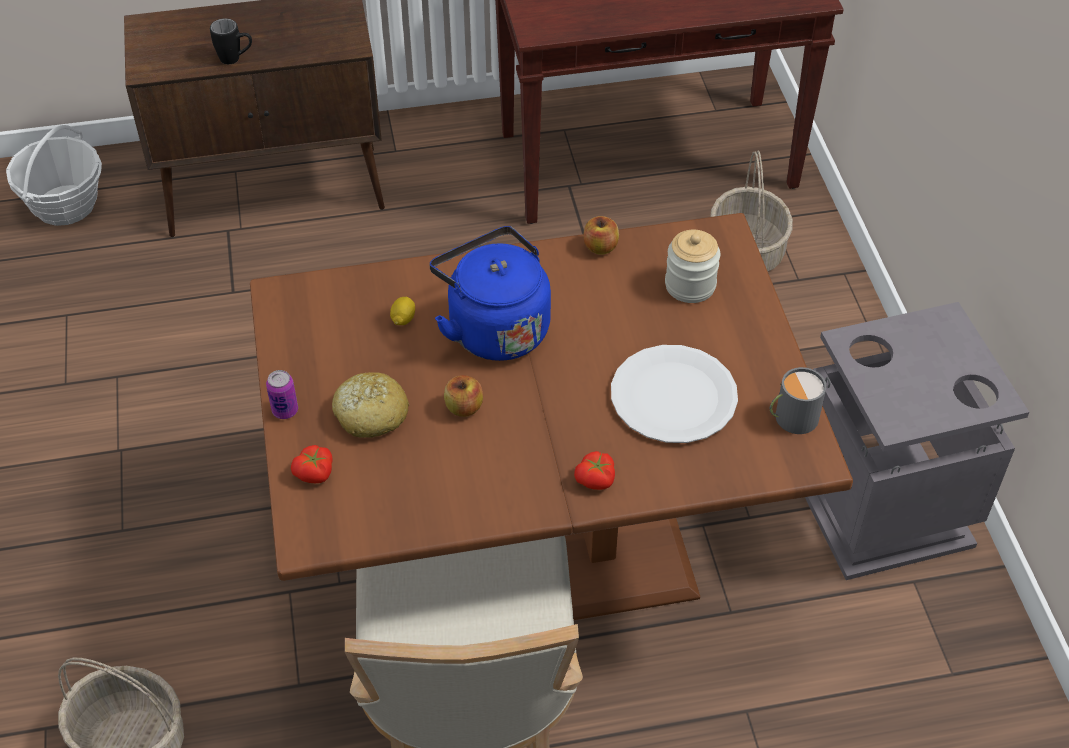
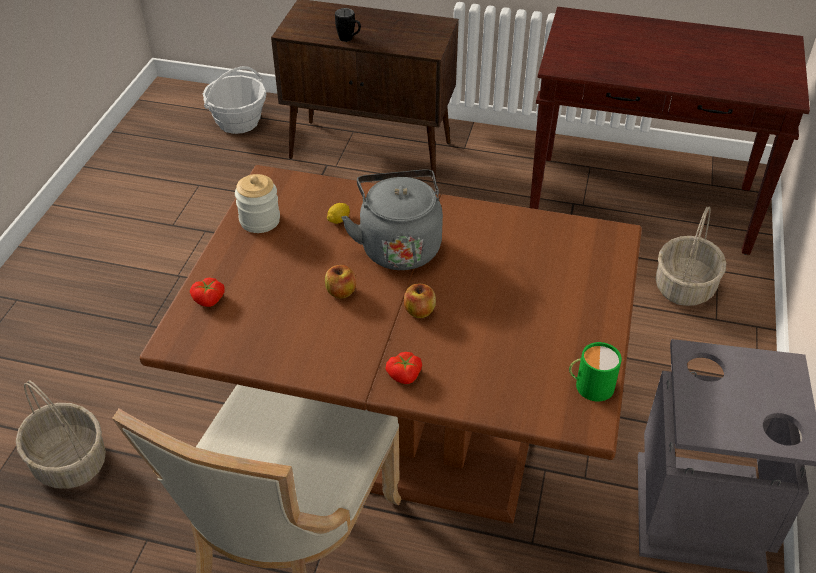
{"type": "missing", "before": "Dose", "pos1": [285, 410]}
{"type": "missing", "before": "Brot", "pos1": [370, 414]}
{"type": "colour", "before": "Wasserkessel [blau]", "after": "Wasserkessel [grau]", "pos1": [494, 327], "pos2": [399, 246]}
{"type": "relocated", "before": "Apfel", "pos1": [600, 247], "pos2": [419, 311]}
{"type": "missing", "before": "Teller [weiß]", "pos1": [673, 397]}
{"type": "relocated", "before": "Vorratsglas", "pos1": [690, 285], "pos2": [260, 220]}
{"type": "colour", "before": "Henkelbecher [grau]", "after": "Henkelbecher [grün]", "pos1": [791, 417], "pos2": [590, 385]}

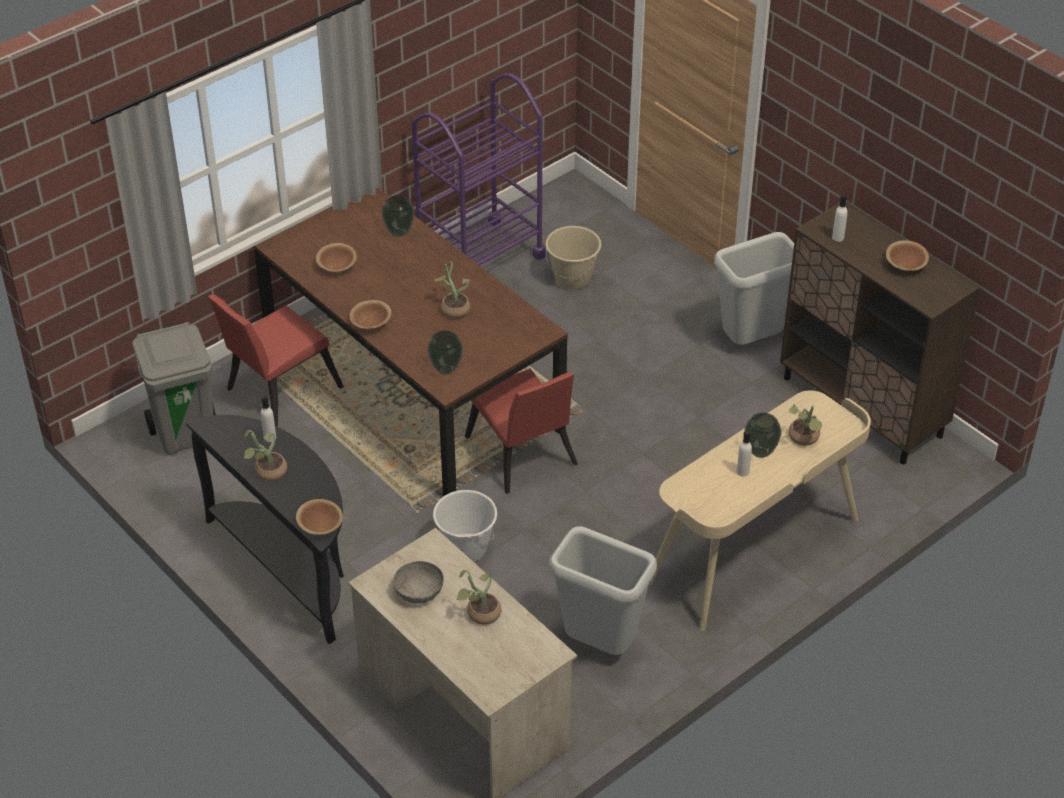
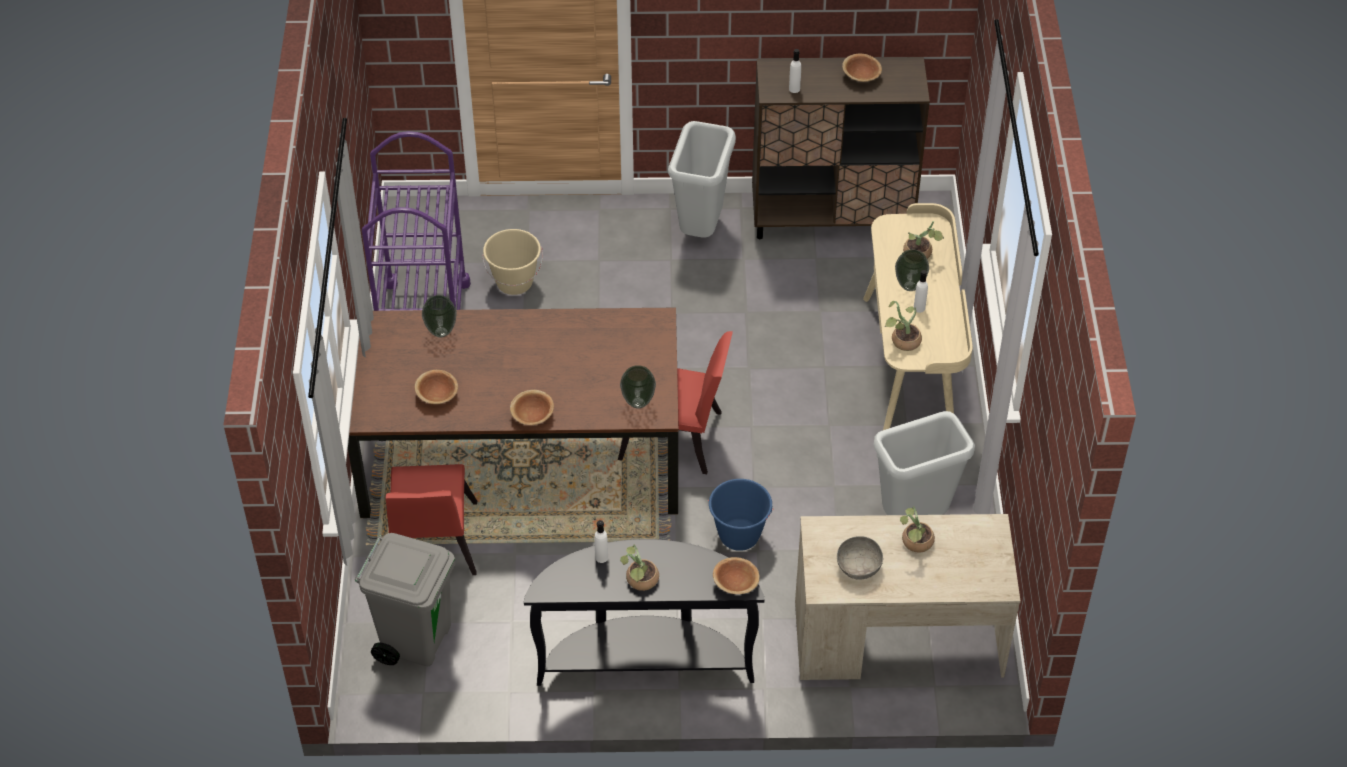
{"type": "colour", "before": "Eimer [weiß]", "after": "Eimer [blau]", "pos1": [466, 549], "pos2": [739, 535]}
{"type": "relocated", "before": "Topfpflanze", "pos1": [453, 308], "pos2": [902, 341]}

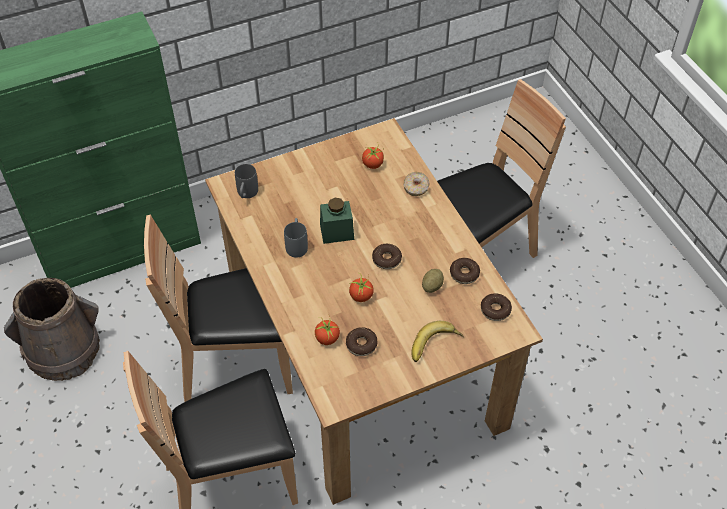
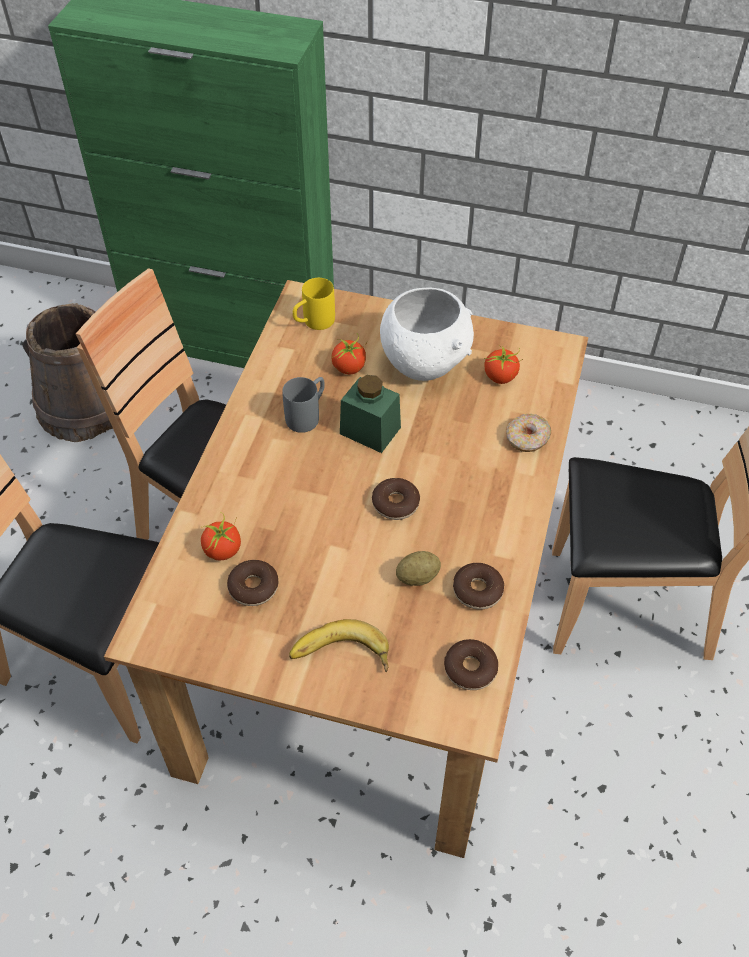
{"type": "colour", "before": "Henkelbecher [grau]", "after": "Henkelbecher [gelb]", "pos1": [246, 194], "pos2": [313, 323]}
{"type": "relocated", "before": "Tomate", "pos1": [361, 296], "pos2": [349, 367]}
{"type": "appeared", "after": "Schüssel [weiß]", "pos2": [424, 363]}

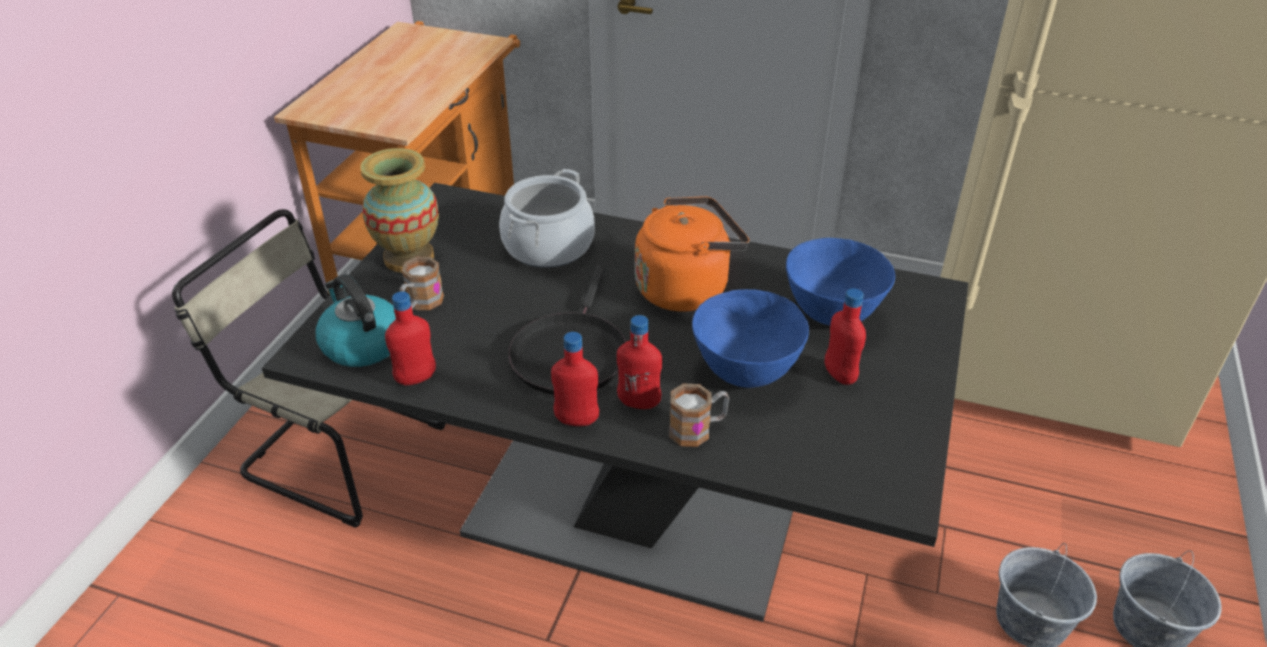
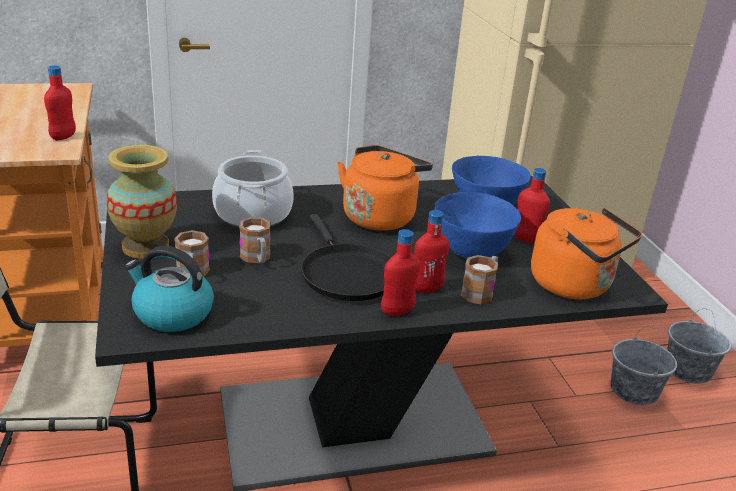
{"type": "relocated", "before": "Flasche [rot]", "pos1": [416, 378], "pos2": [63, 137]}
{"type": "appeared", "after": "Henkelbecher", "pos2": [257, 258]}
{"type": "appeared", "after": "Wasserkessel [orange]", "pos2": [575, 286]}

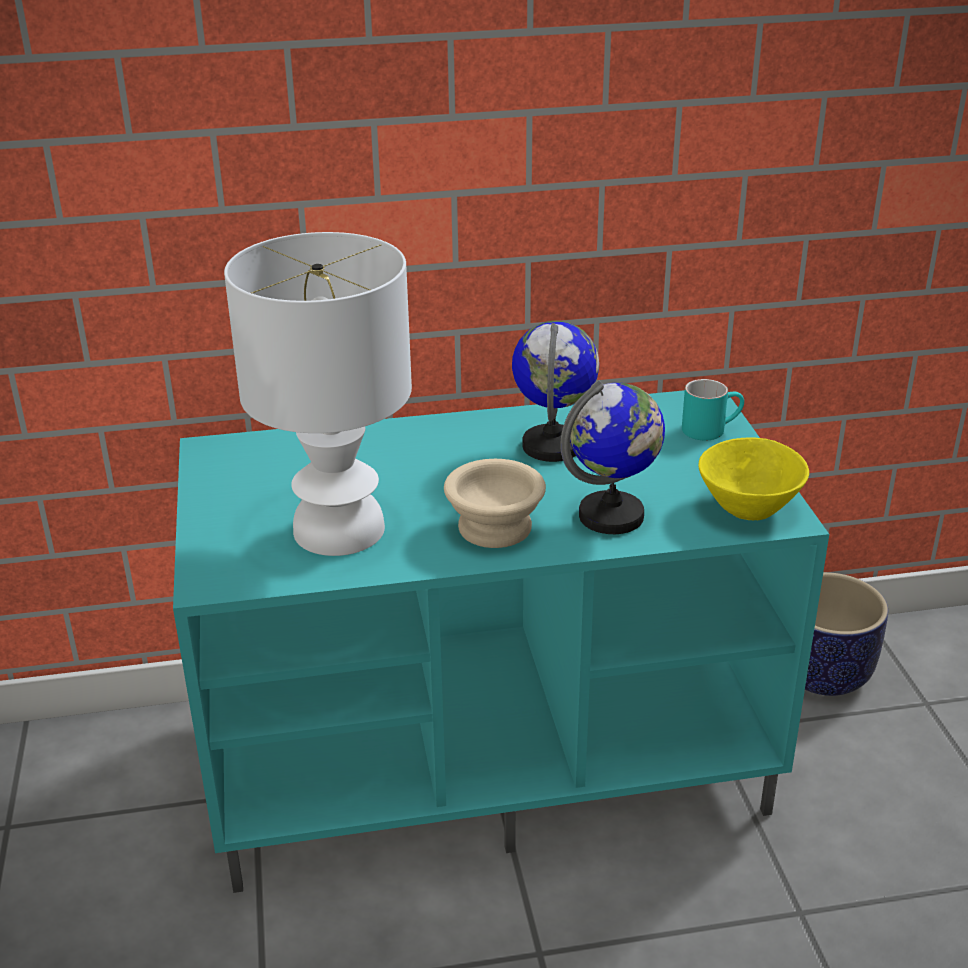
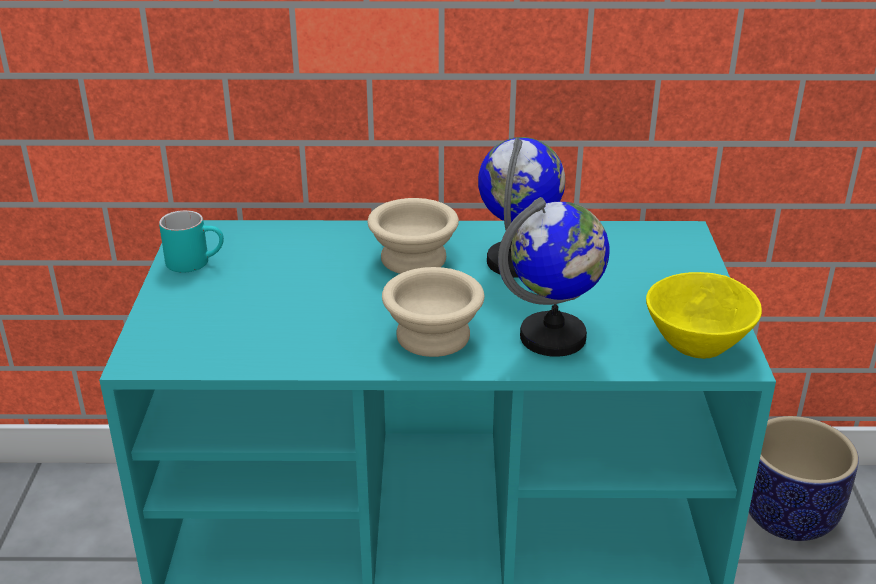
{"type": "missing", "before": "Tischlampe [weiß]", "pos1": [337, 531]}
{"type": "relocated", "before": "Henkelbecher [türkis]", "pos1": [710, 429], "pos2": [196, 261]}
{"type": "appeared", "after": "Schüssel [beige]", "pos2": [416, 259]}

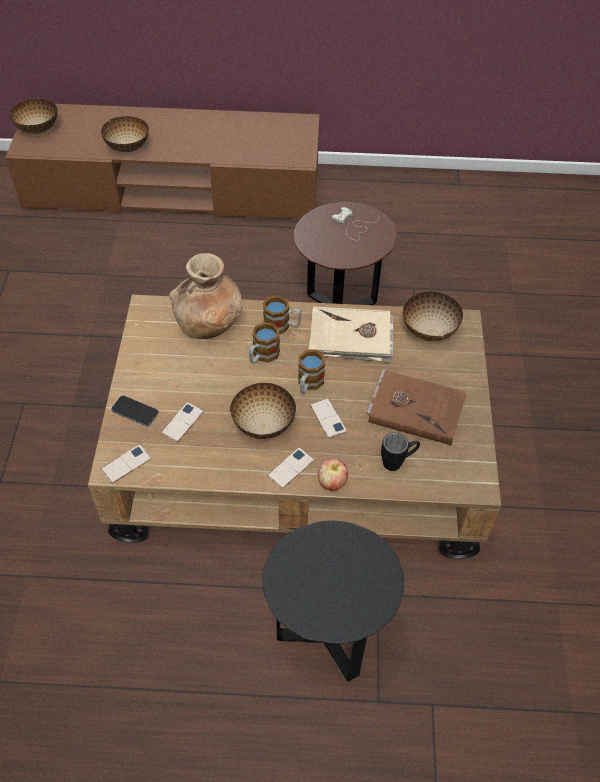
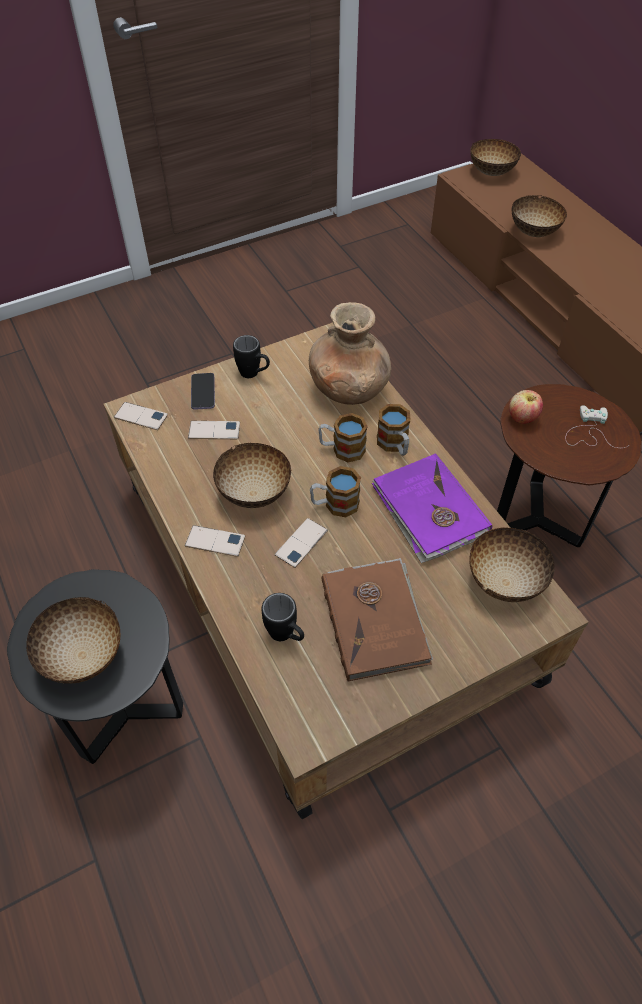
{"type": "colour", "before": "Buch [beige]", "after": "Buch [lila]", "pos1": [351, 337], "pos2": [429, 511]}
{"type": "relocated", "before": "Apfel", "pos1": [332, 482], "pos2": [522, 418]}
{"type": "appeared", "after": "Schüssel", "pos2": [83, 657]}
{"type": "appeared", "after": "Henkelbecher [schwarz]", "pos2": [254, 374]}

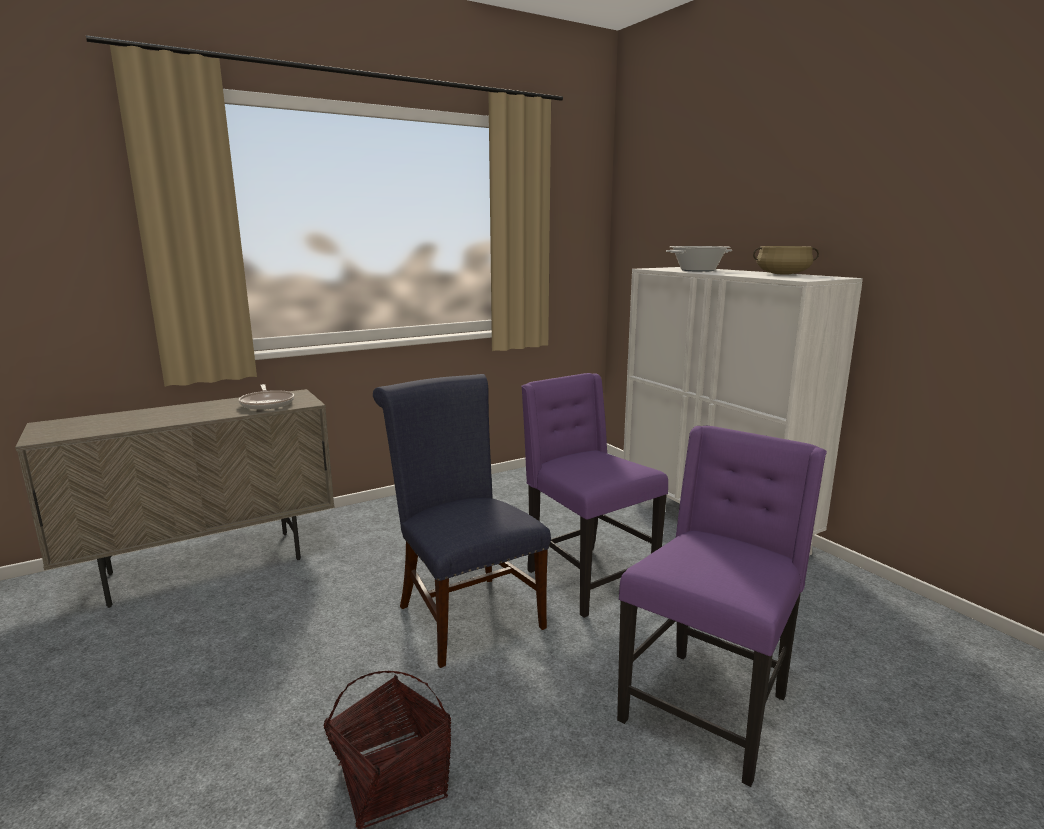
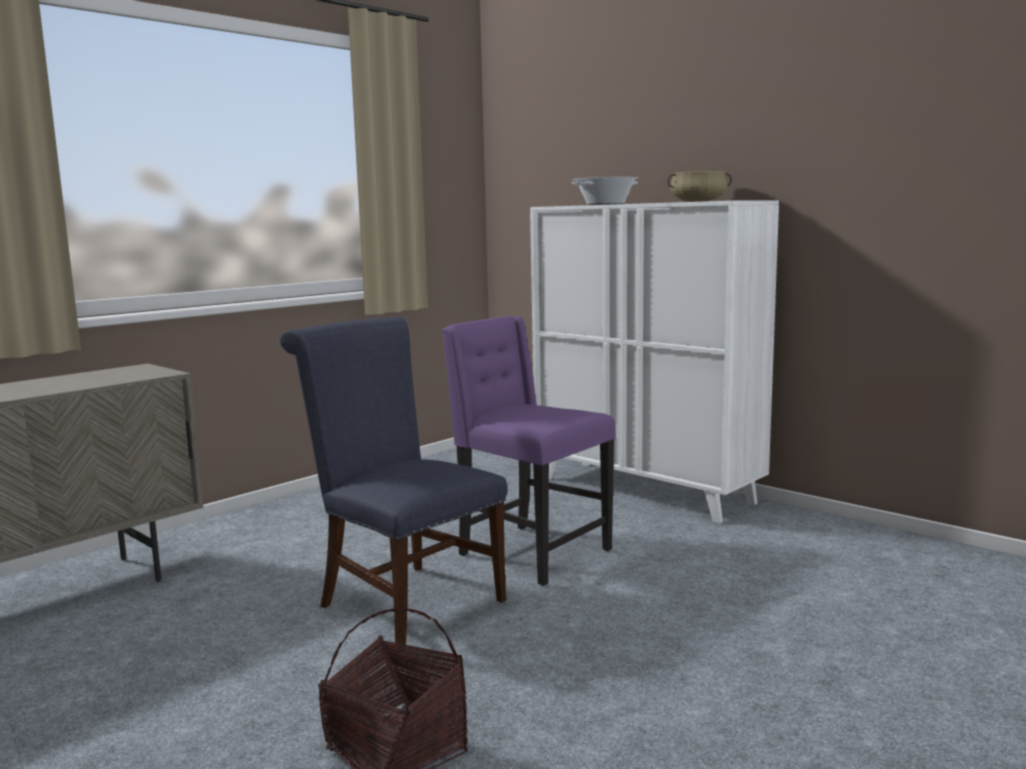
{"type": "missing", "before": "Pfanne", "pos1": [267, 403]}
{"type": "missing", "before": "Stuhl [lila]", "pos1": [707, 708]}

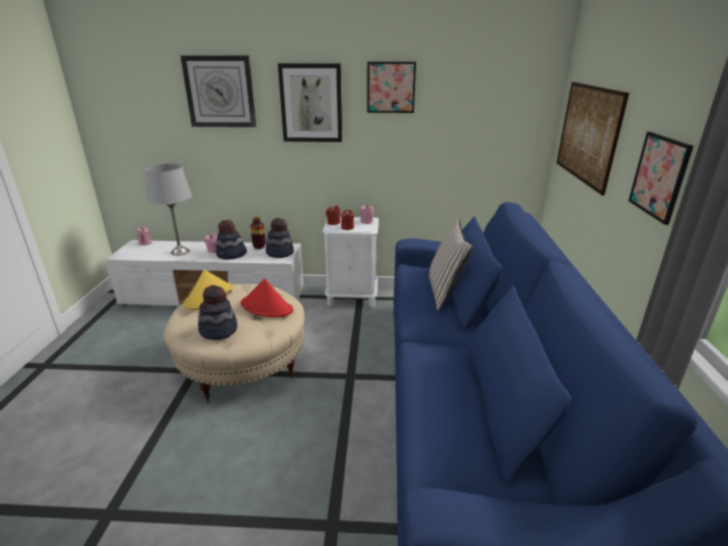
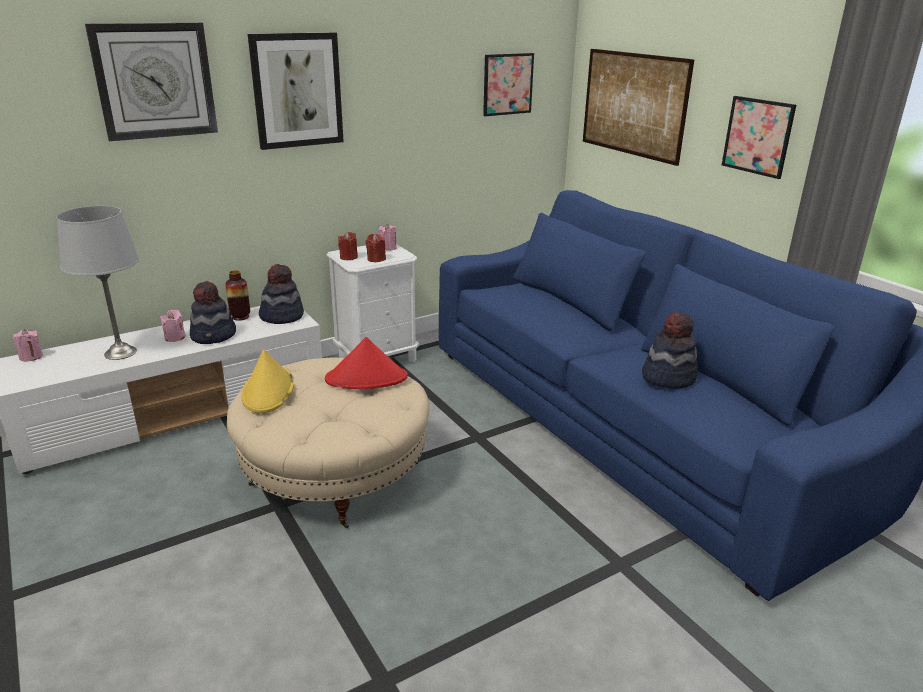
{"type": "relocated", "before": "Hut", "pos1": [218, 330], "pos2": [668, 377]}
{"type": "relocated", "before": "Bild", "pos1": [391, 87], "pos2": [507, 84]}
{"type": "missing", "before": "Kissen [beige]", "pos1": [445, 292]}

